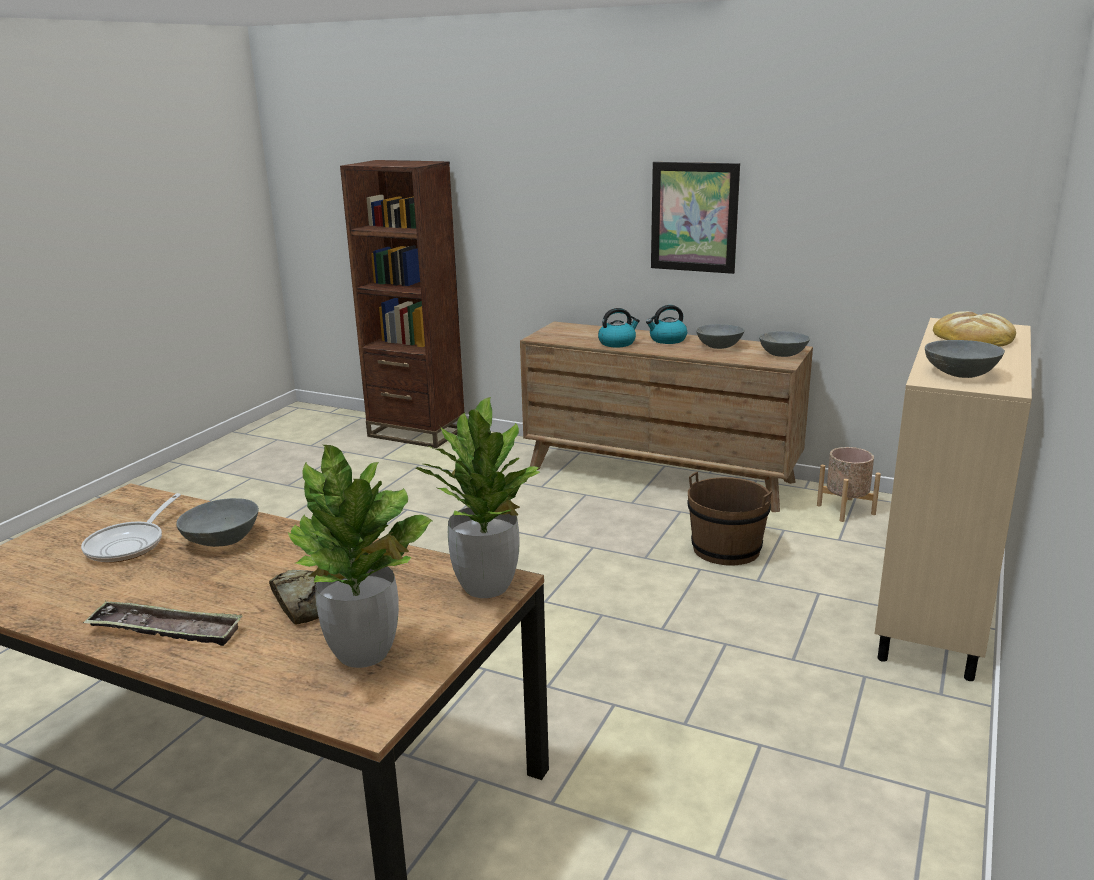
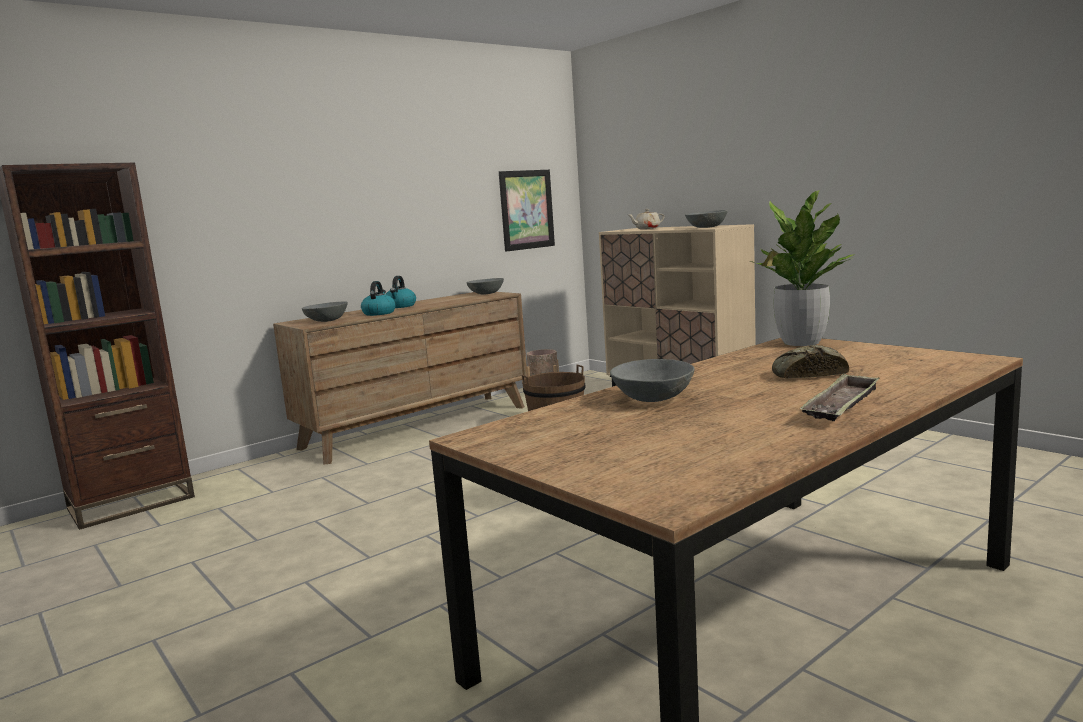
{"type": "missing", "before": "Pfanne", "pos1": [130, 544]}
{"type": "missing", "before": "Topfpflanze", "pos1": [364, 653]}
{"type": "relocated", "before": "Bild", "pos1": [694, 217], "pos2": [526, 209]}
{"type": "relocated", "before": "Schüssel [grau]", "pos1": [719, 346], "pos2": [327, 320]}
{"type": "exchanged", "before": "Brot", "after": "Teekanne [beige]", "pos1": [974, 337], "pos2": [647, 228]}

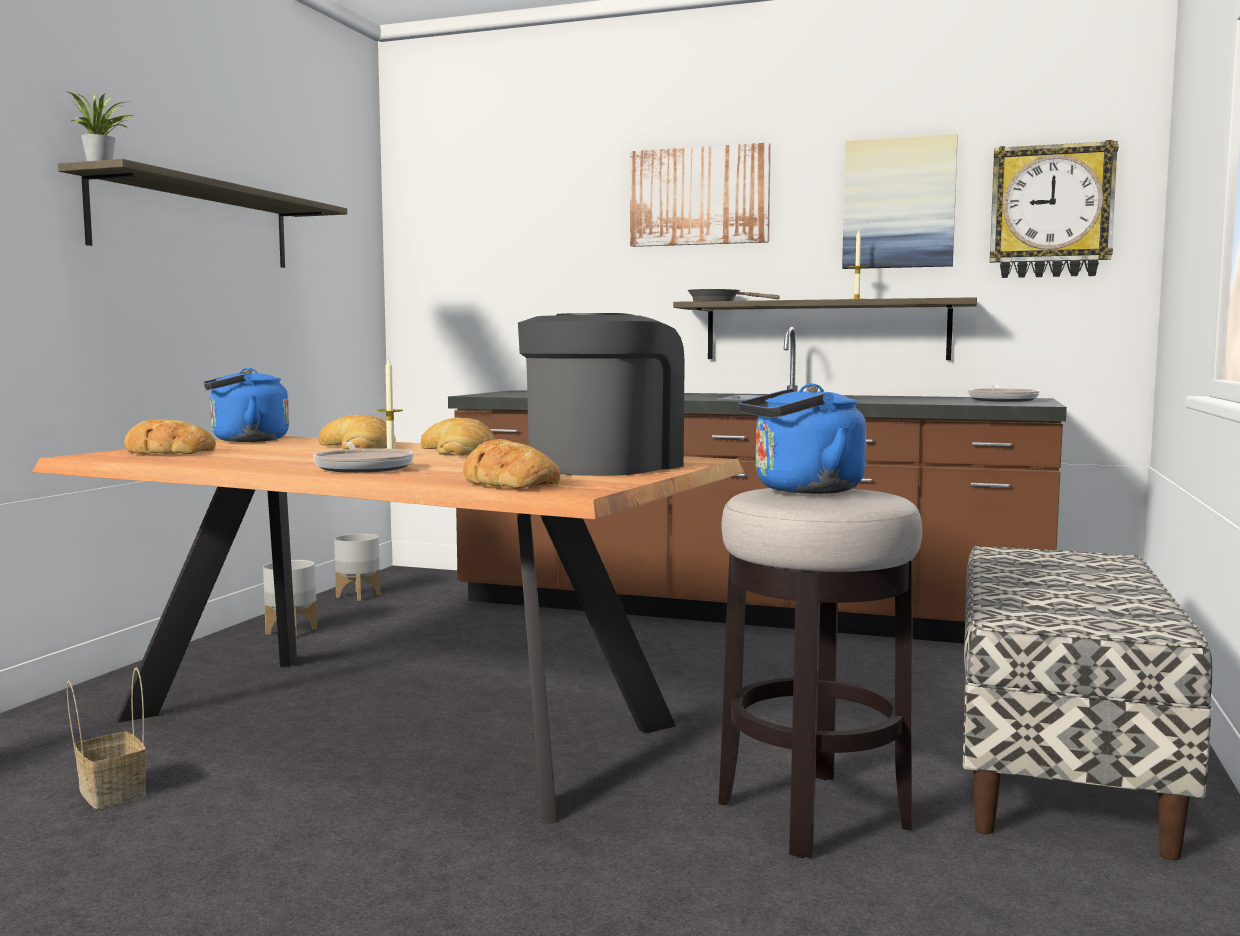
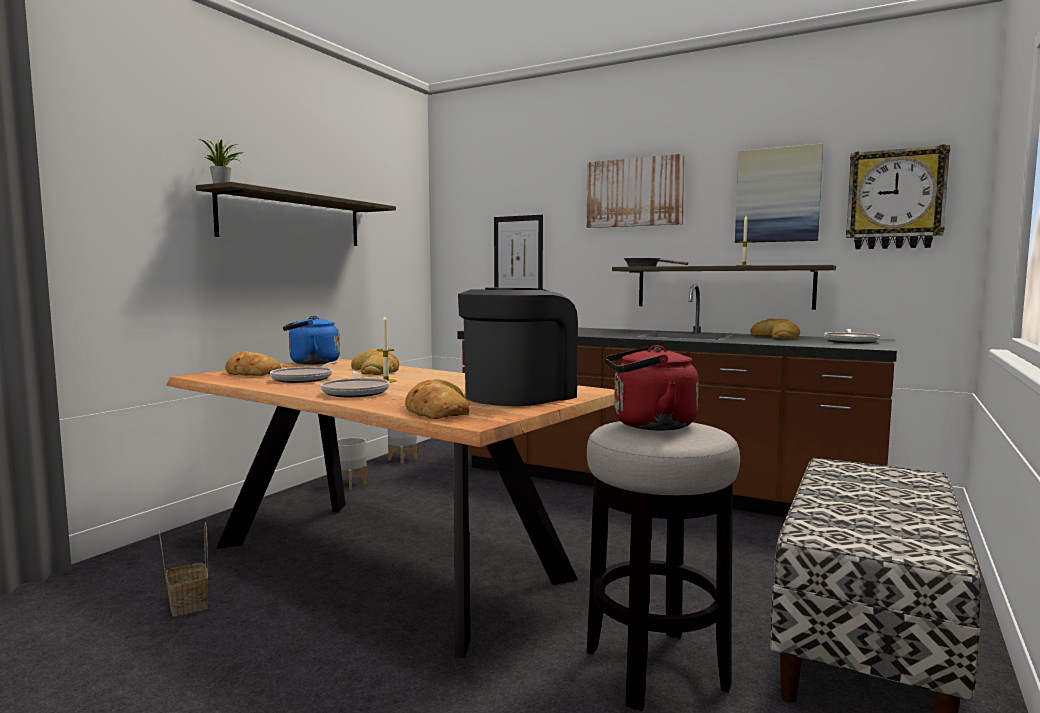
{"type": "relocated", "before": "Brot", "pos1": [460, 451], "pos2": [776, 336]}
{"type": "colour", "before": "Wasserkessel [blau]", "after": "Wasserkessel [rot]", "pos1": [802, 490], "pos2": [648, 425]}
{"type": "appeared", "after": "Pfanne", "pos2": [304, 379]}
{"type": "appeared", "after": "Bild", "pos2": [518, 255]}

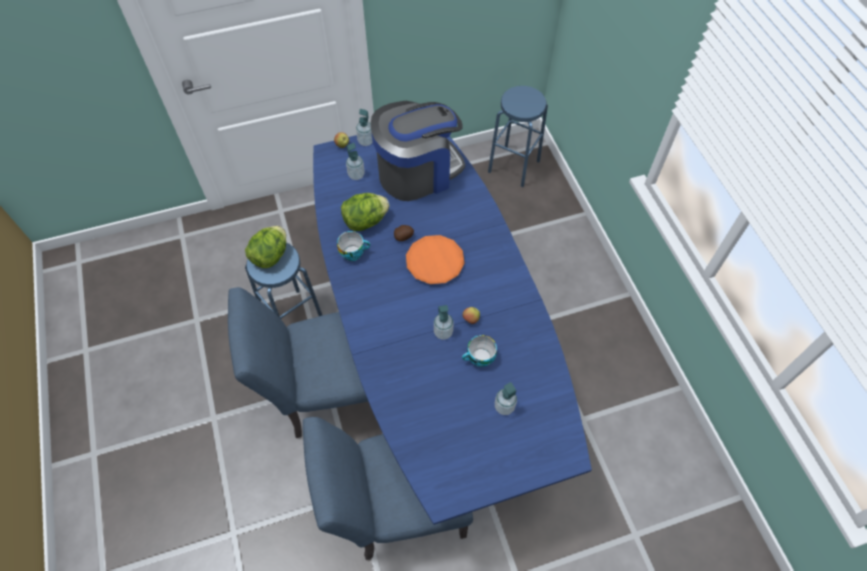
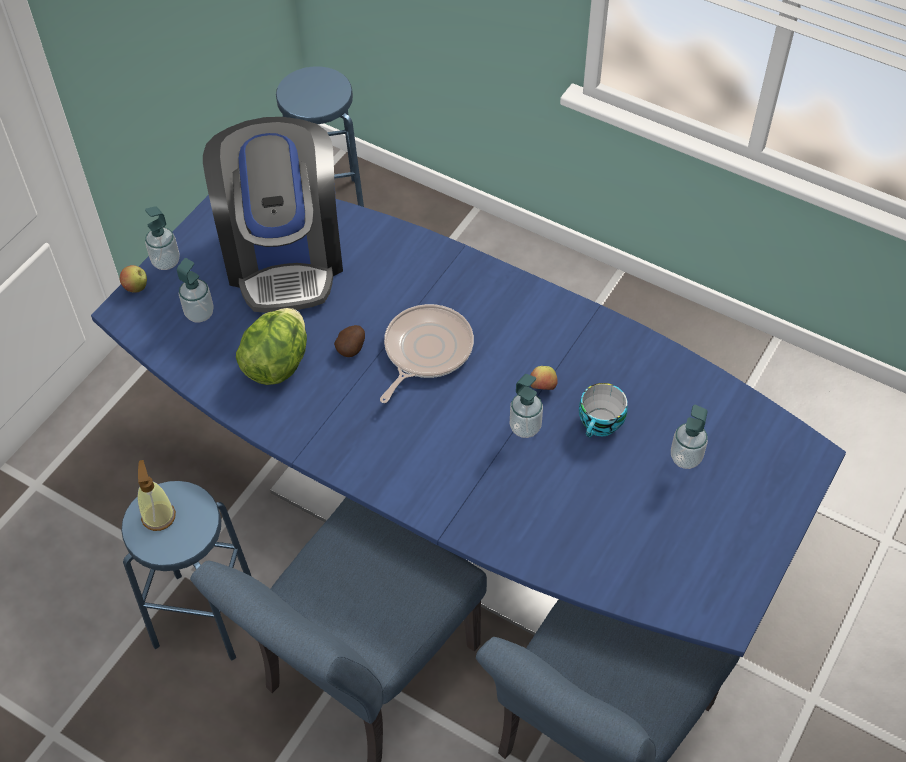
{"type": "exchanged", "before": "Salatkopf", "after": "Seifenspender", "pos1": [270, 256], "pos2": [158, 516]}
{"type": "missing", "before": "Tasse", "pos1": [353, 252]}
{"type": "spun", "before": "Kaffeemaschine", "pos1": [418, 172], "pos2": [284, 255], "turn": 150}
{"type": "exchanged", "before": "Teller [orange]", "after": "Pfanne", "pos1": [435, 262], "pos2": [425, 351]}

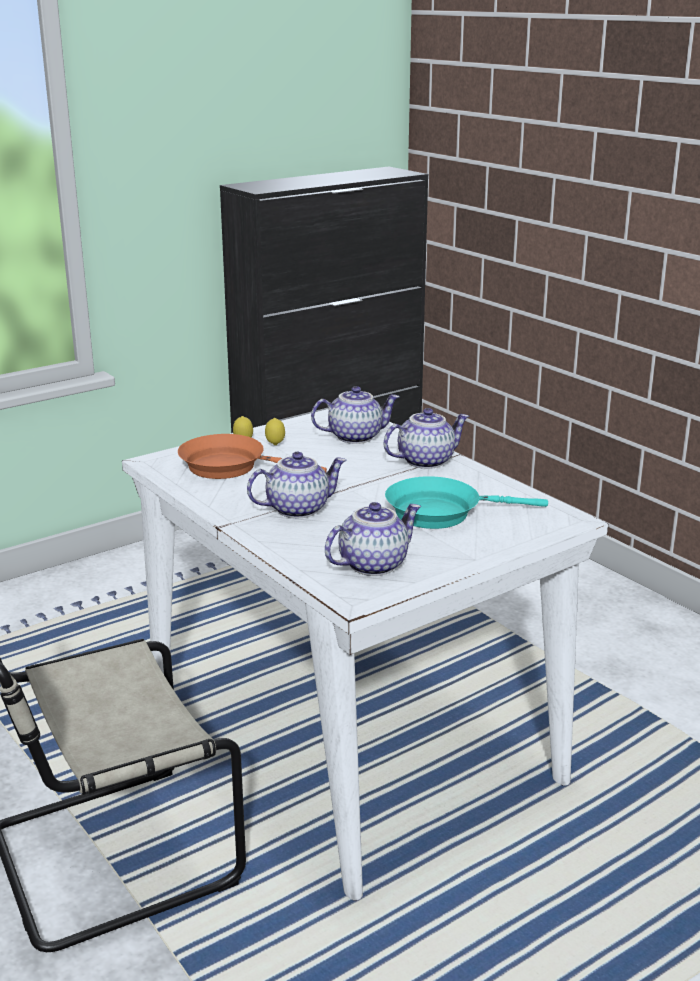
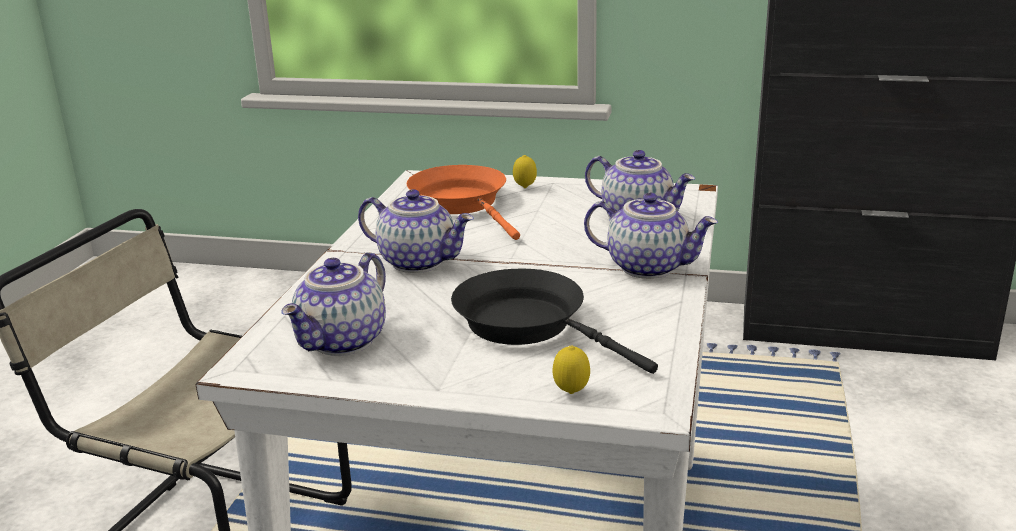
{"type": "relocated", "before": "Zitrone", "pos1": [275, 445], "pos2": [571, 393]}
{"type": "spun", "before": "Teekanne", "pos1": [372, 564], "pos2": [343, 342], "turn": 105}
{"type": "colour", "before": "Pfanne [türkis]", "after": "Pfanne [schwarz]", "pos1": [441, 513], "pos2": [529, 325]}

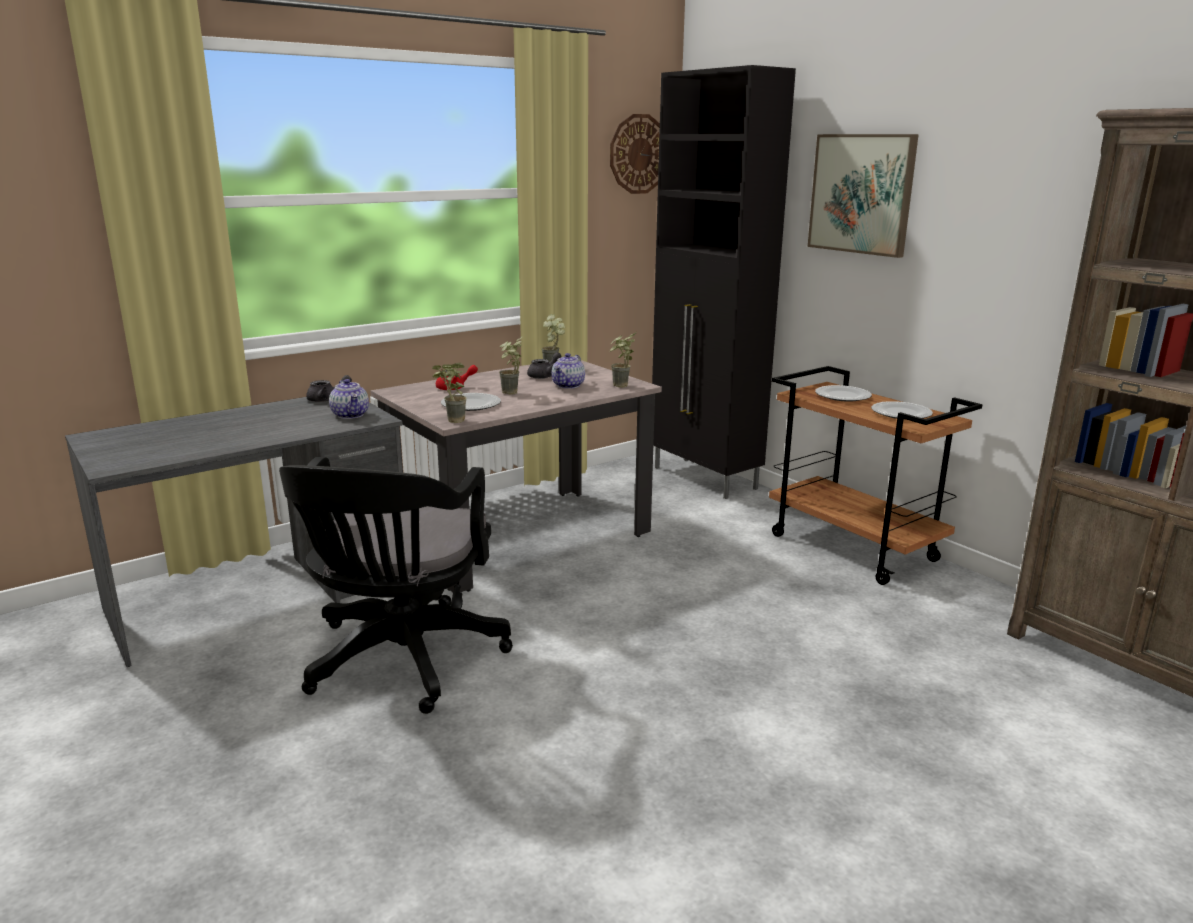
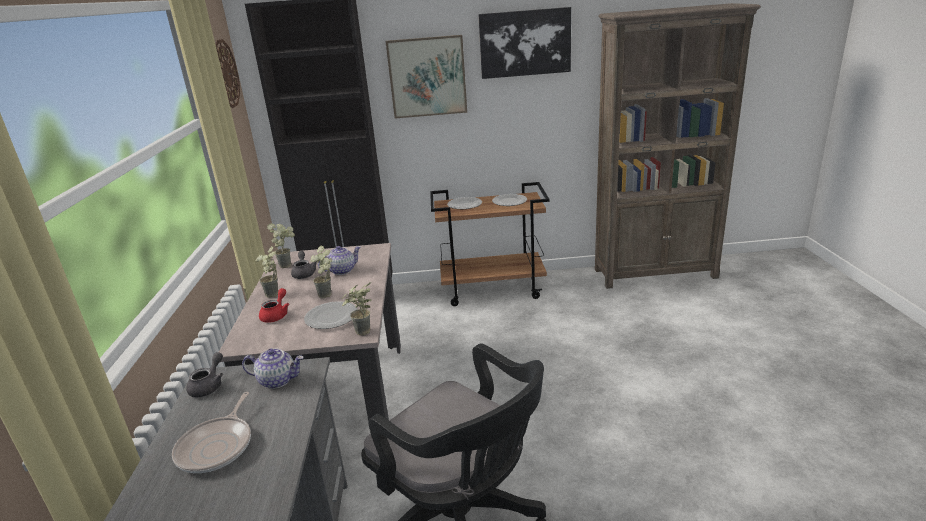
{"type": "spun", "before": "Teekanne", "pos1": [568, 385], "pos2": [342, 270], "turn": -90}
{"type": "relocated", "before": "Topfpflanze", "pos1": [620, 387], "pos2": [274, 296]}
{"type": "appeared", "after": "Pfanne", "pos2": [217, 446]}
{"type": "appeared", "after": "Bild", "pos2": [525, 43]}

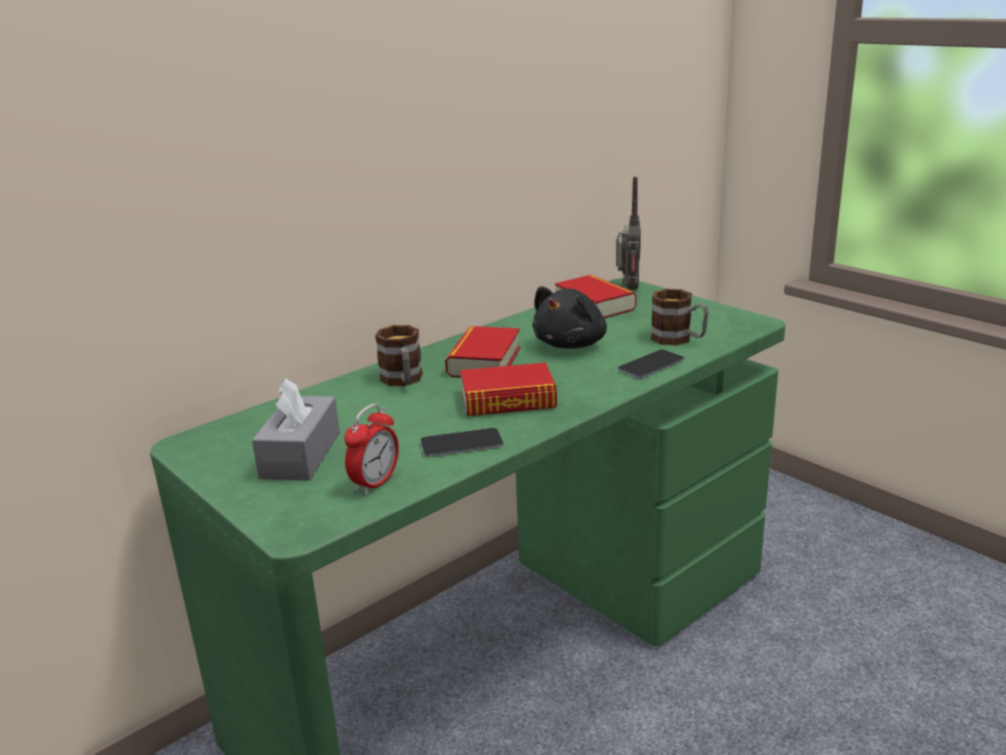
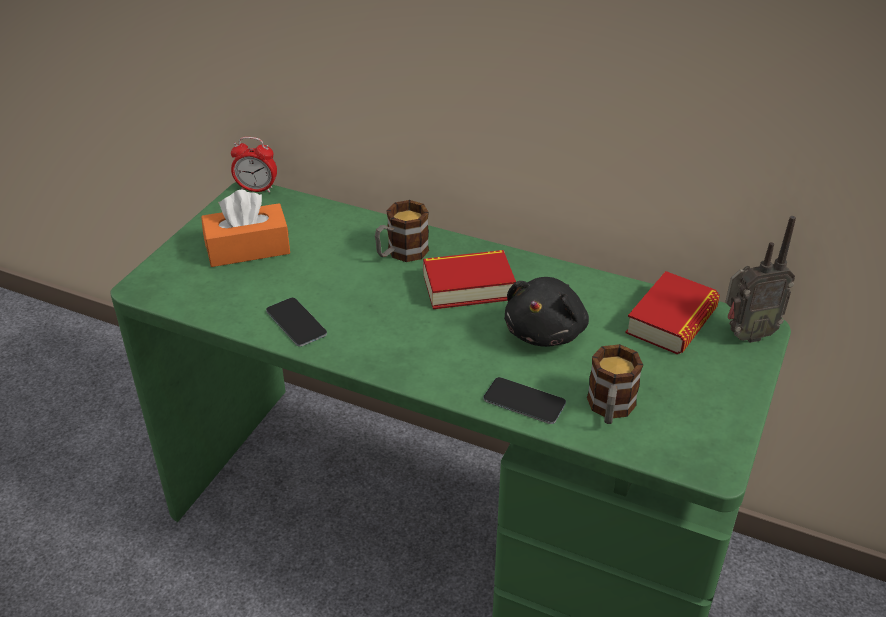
{"type": "colour", "before": "Taschentuchbox [grau]", "after": "Taschentuchbox [orange]", "pos1": [301, 455], "pos2": [248, 249]}
{"type": "relocated", "before": "Wecker", "pos1": [375, 483], "pos2": [257, 189]}
{"type": "missing", "before": "Buch", "pos1": [508, 400]}
{"type": "spun", "before": "Plüschtier [schwarz]", "pos1": [572, 344], "pos2": [546, 331], "turn": -75}

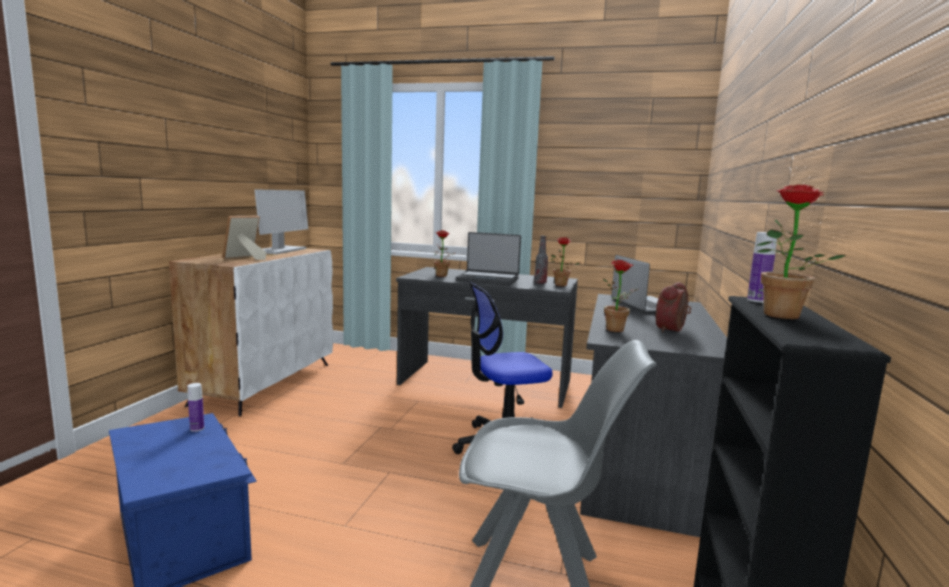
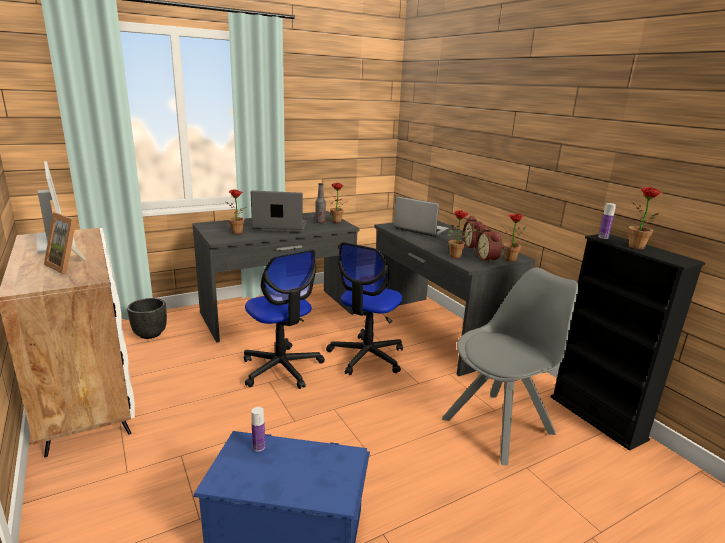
{"type": "spun", "before": "Bilderrahmen", "pos1": [244, 258], "pos2": [69, 266], "turn": -45}
{"type": "spun", "before": "Laptop", "pos1": [488, 279], "pos2": [280, 227], "turn": -150}
{"type": "appeared", "after": "Pflanzkübel [schwarz]", "pos2": [150, 334]}
{"type": "appeared", "after": "Bürostuhl", "pos2": [281, 368]}
{"type": "appeared", "after": "Wecker", "pos2": [488, 259]}
{"type": "appeared", "after": "Topfpflanze", "pos2": [507, 258]}

